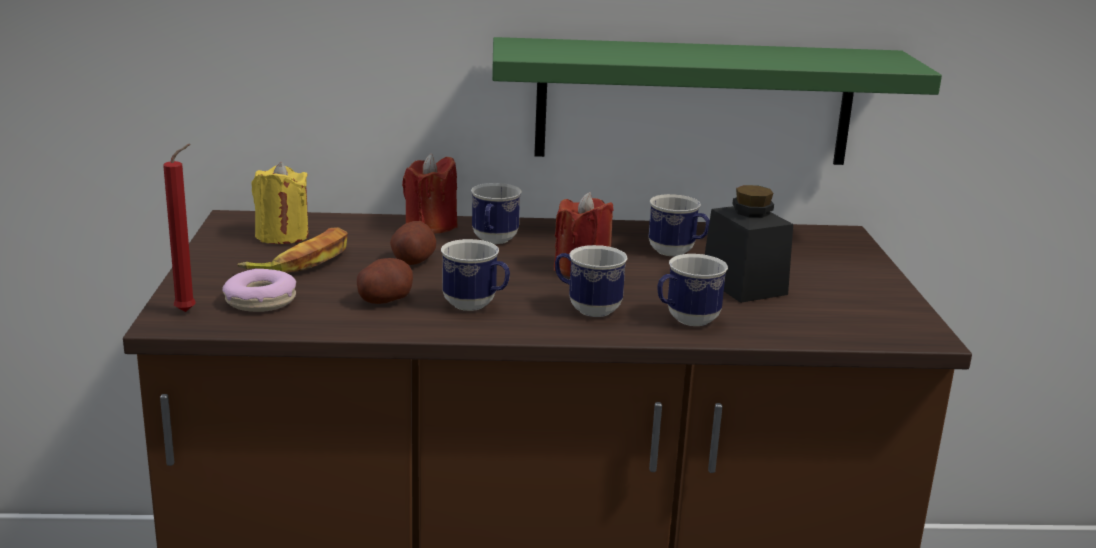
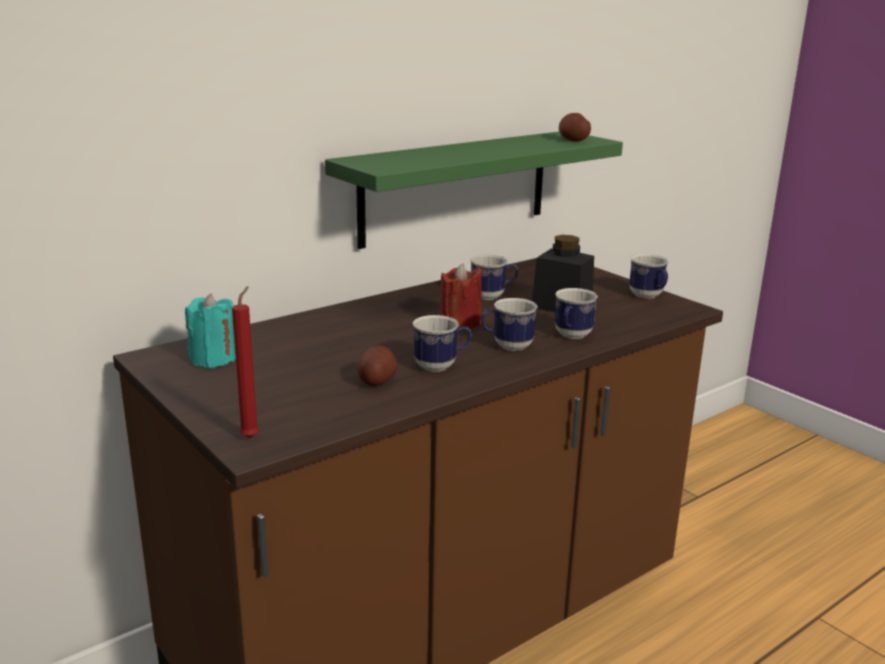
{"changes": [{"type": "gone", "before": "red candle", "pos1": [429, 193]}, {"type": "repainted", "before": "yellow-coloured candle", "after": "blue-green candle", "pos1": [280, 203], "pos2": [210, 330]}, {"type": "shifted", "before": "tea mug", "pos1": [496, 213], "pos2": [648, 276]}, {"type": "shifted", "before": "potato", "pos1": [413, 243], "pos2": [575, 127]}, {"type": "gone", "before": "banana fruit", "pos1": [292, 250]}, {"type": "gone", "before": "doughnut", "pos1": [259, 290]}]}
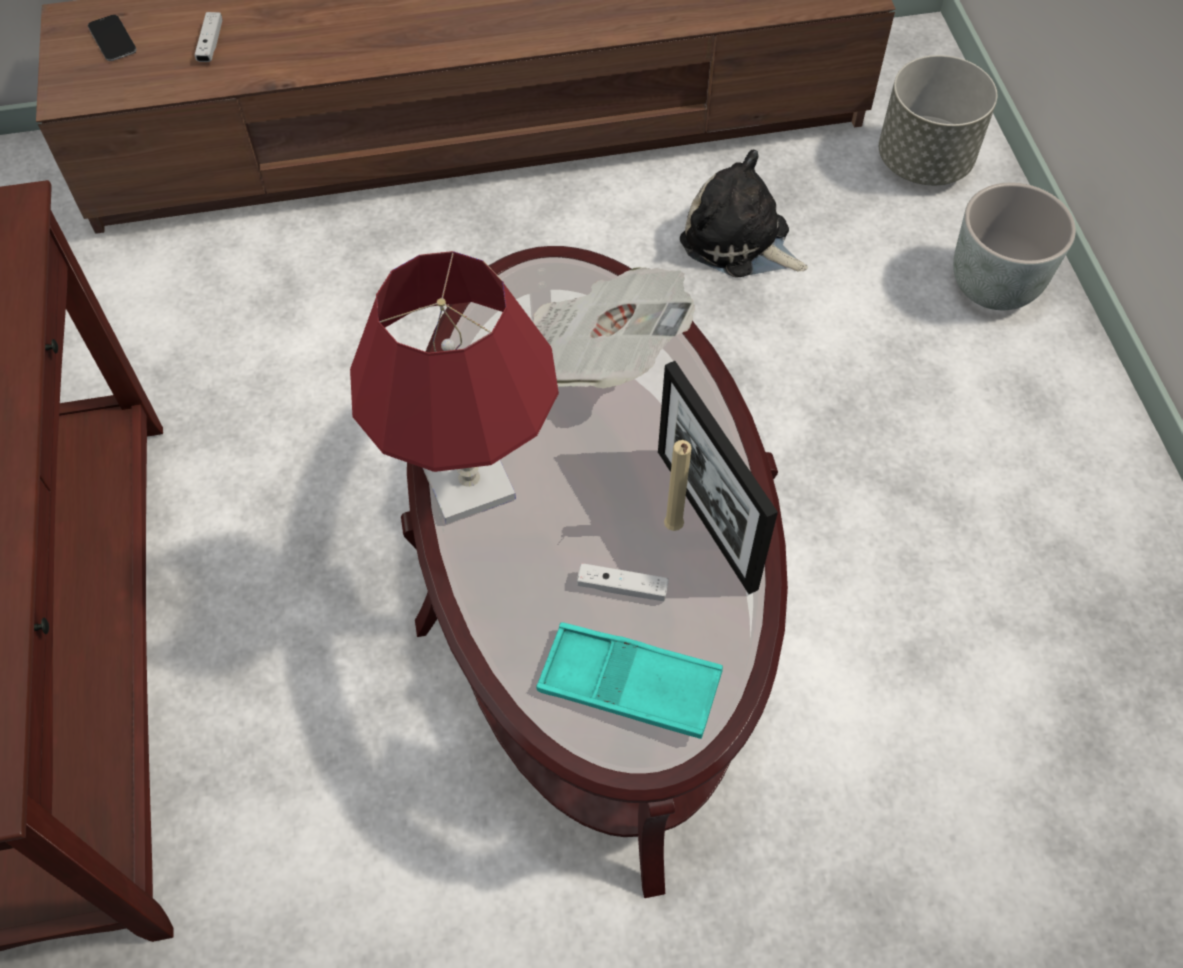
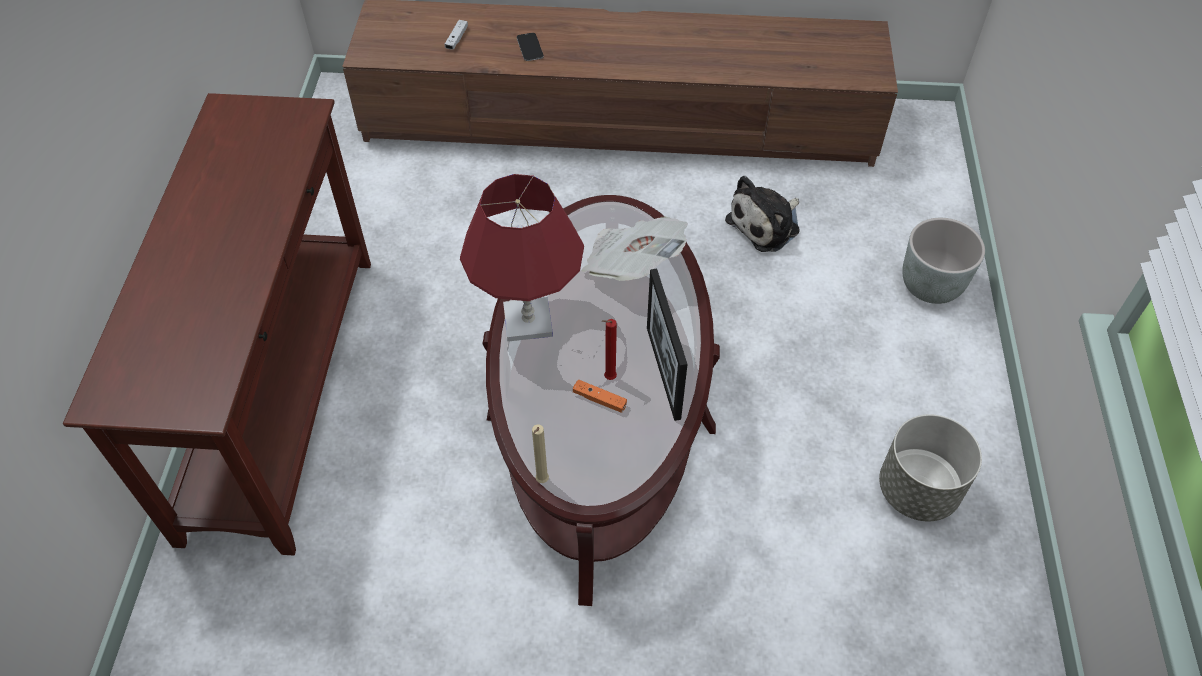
{"changes": [{"type": "shifted", "before": "phone", "pos1": [112, 38], "pos2": [530, 47]}, {"type": "shifted", "before": "greyish flower pot", "pos1": [938, 120], "pos2": [930, 467]}, {"type": "rotated", "before": "cuddly toy", "pos1": [744, 213], "pos2": [762, 214], "turn": -90}, {"type": "shifted", "before": "beige candle", "pos1": [678, 485], "pos2": [540, 453]}, {"type": "repainted", "before": "whitish gamepad", "after": "orange-coloured gamepad", "pos1": [623, 582], "pos2": [600, 396]}, {"type": "gone", "before": "blue-green tray", "pos1": [629, 680]}, {"type": "new", "after": "red candle", "pos2": [609, 349]}]}
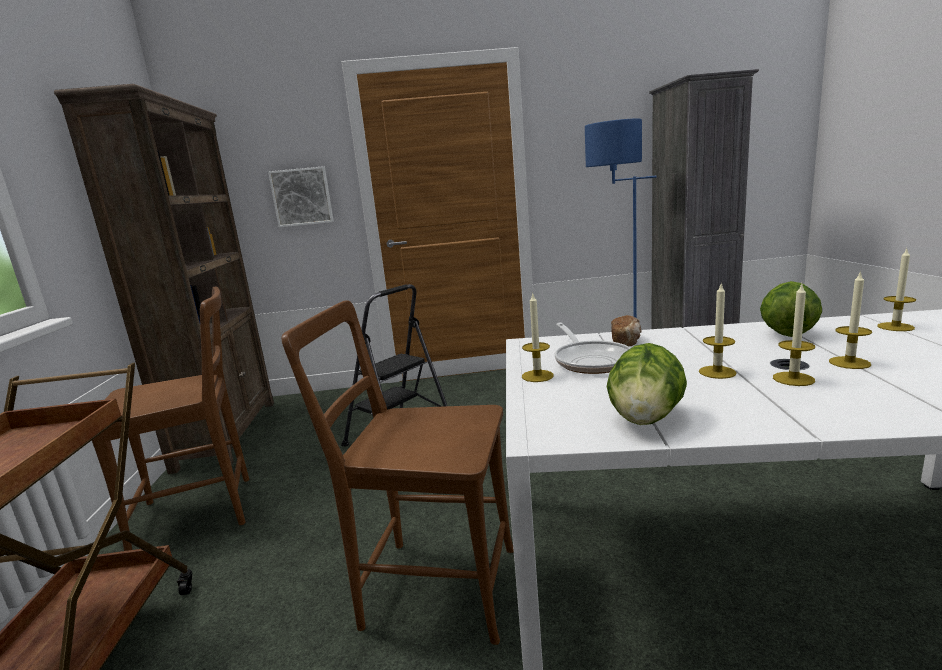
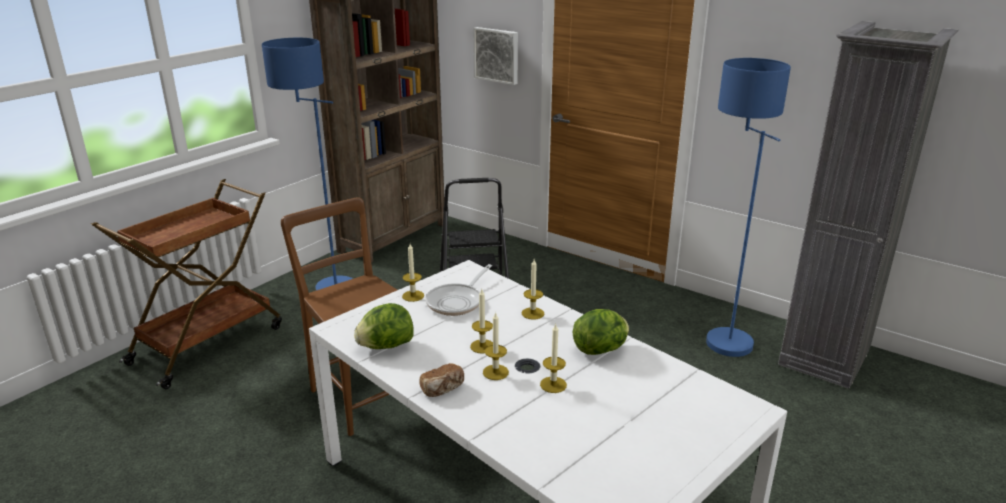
{"changes": [{"type": "shifted", "before": "candle", "pos1": [896, 290], "pos2": [533, 289]}, {"type": "swapped", "before": "brown plain chair", "after": "blue-coloured standard lamp", "pos1": [170, 419], "pos2": [307, 164]}, {"type": "shifted", "before": "bread", "pos1": [626, 330], "pos2": [442, 380]}]}
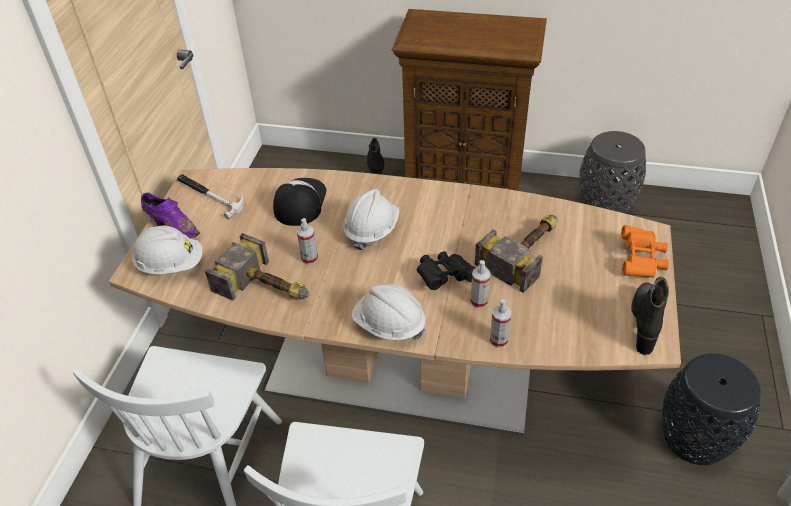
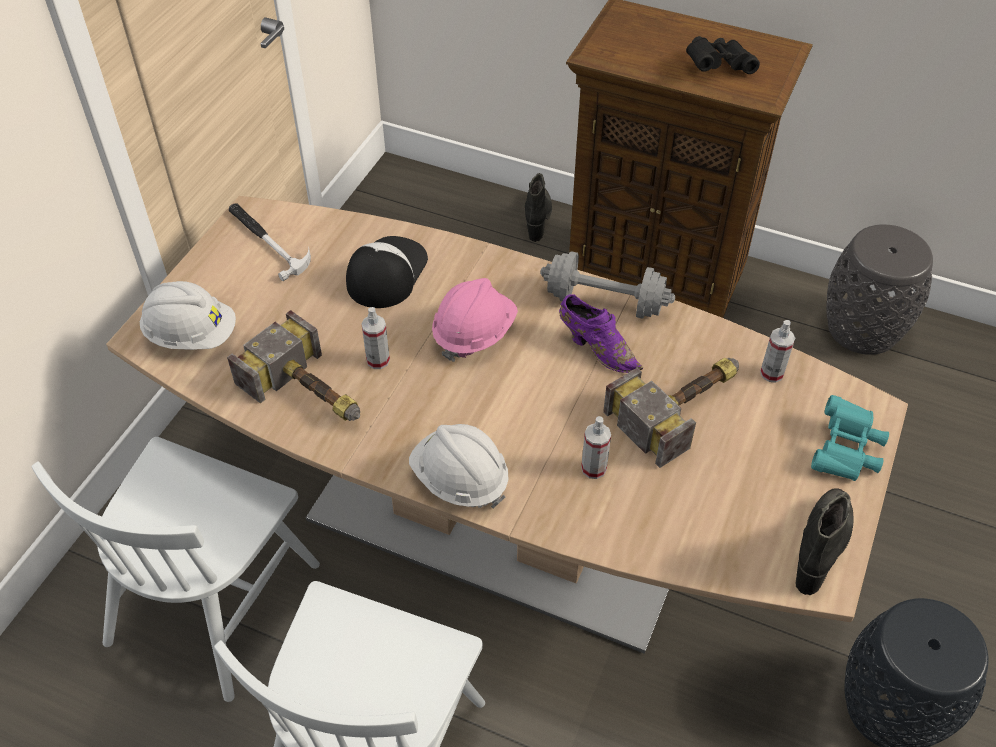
{"changes": [{"type": "repainted", "before": "whitish hard hat", "after": "pink hard hat", "pos1": [371, 219], "pos2": [475, 320]}, {"type": "shifted", "before": "purple low shoe", "pos1": [170, 215], "pos2": [601, 333]}, {"type": "repainted", "before": "orange-coloured pair of binoculars", "after": "blue-green pair of binoculars", "pos1": [645, 251], "pos2": [850, 438]}, {"type": "shifted", "before": "black-coloured pair of binoculars", "pos1": [446, 270], "pos2": [723, 55]}, {"type": "shifted", "before": "spray bottle", "pos1": [501, 323], "pos2": [777, 351]}, {"type": "new", "after": "greyish free weight", "pos2": [607, 285]}]}
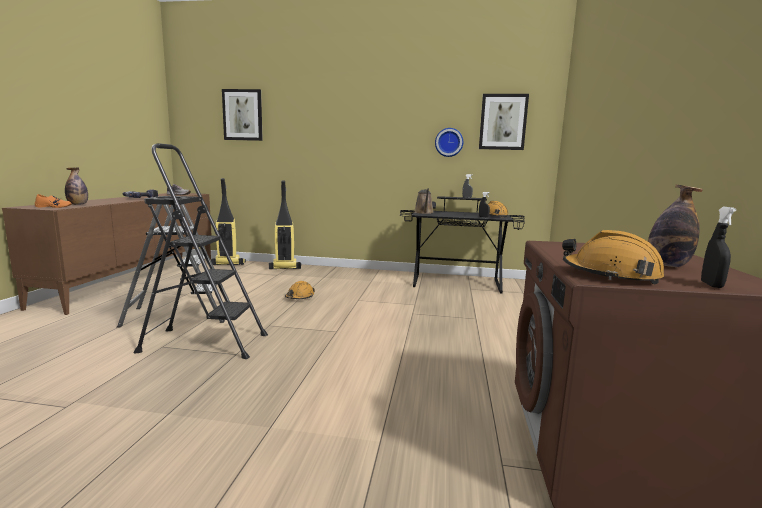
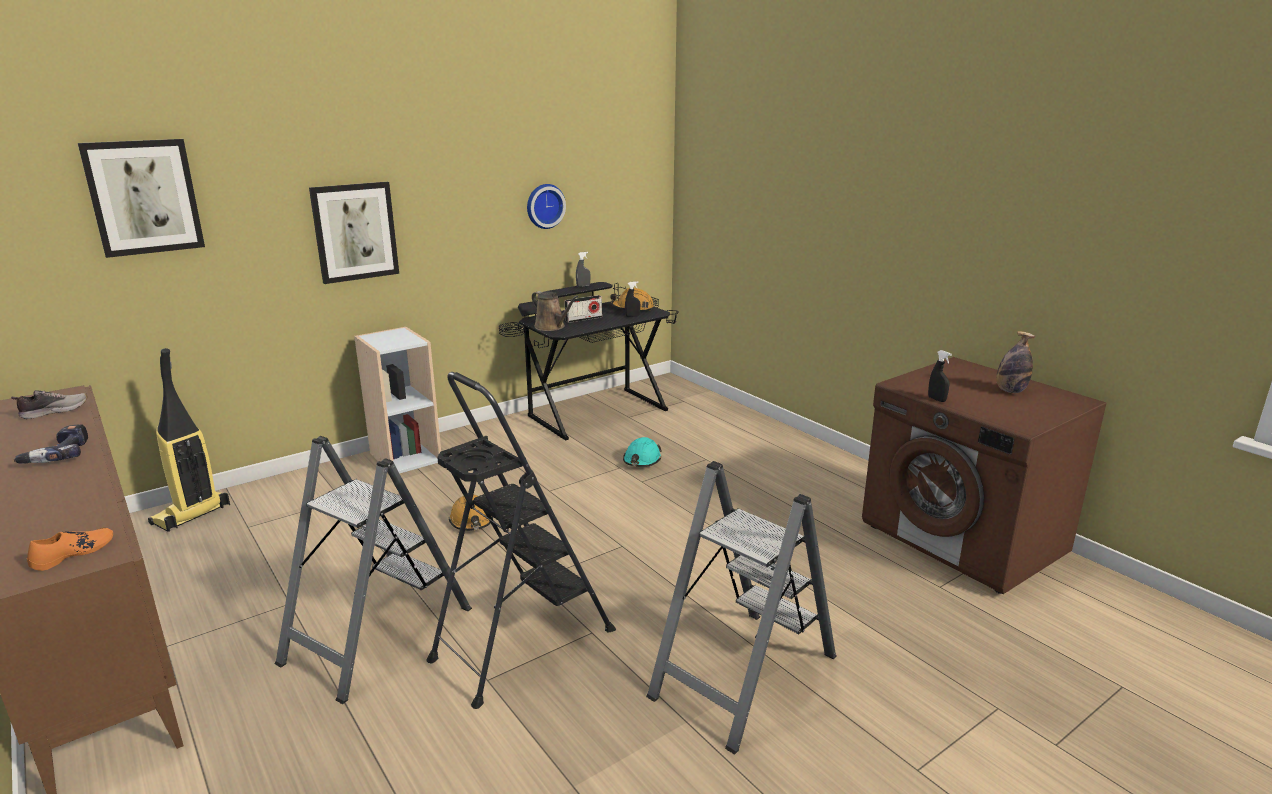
{"changes": [{"type": "shifted", "before": "picture", "pos1": [504, 122], "pos2": [354, 233]}, {"type": "gone", "before": "drink bottle", "pos1": [76, 186]}, {"type": "gone", "before": "hoover", "pos1": [285, 225]}, {"type": "shifted", "before": "black-coloured spray bottle", "pos1": [718, 247], "pos2": [940, 376]}, {"type": "gone", "before": "orange-coloured hard hat", "pos1": [613, 257]}, {"type": "new", "after": "radio set", "pos2": [583, 309]}, {"type": "new", "after": "shelving unit", "pos2": [397, 400]}, {"type": "new", "after": "blue-green hard hat", "pos2": [642, 452]}, {"type": "new", "after": "greyish step ladder", "pos2": [741, 607]}]}
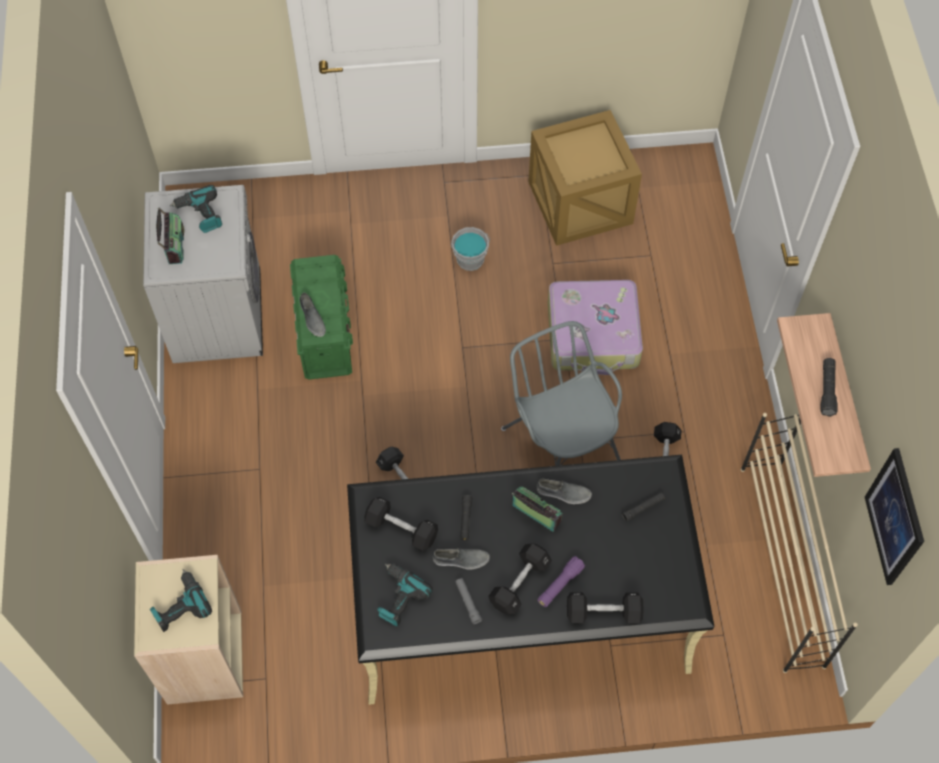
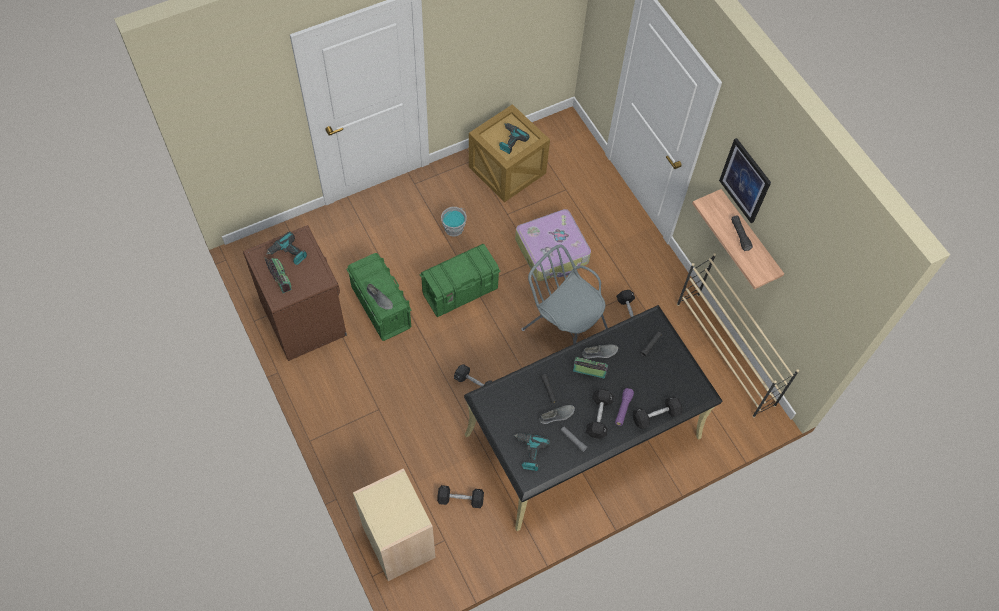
{"changes": [{"type": "repainted", "before": "whitish laundry machine", "after": "brown laundry machine", "pos1": [203, 274], "pos2": [295, 293]}, {"type": "shifted", "before": "picture", "pos1": [894, 516], "pos2": [745, 180]}, {"type": "shifted", "before": "black-coloured free weight", "pos1": [401, 524], "pos2": [460, 496]}, {"type": "shifted", "before": "drill", "pos1": [181, 600], "pos2": [514, 138]}, {"type": "new", "after": "greenish storage container", "pos2": [460, 280]}]}
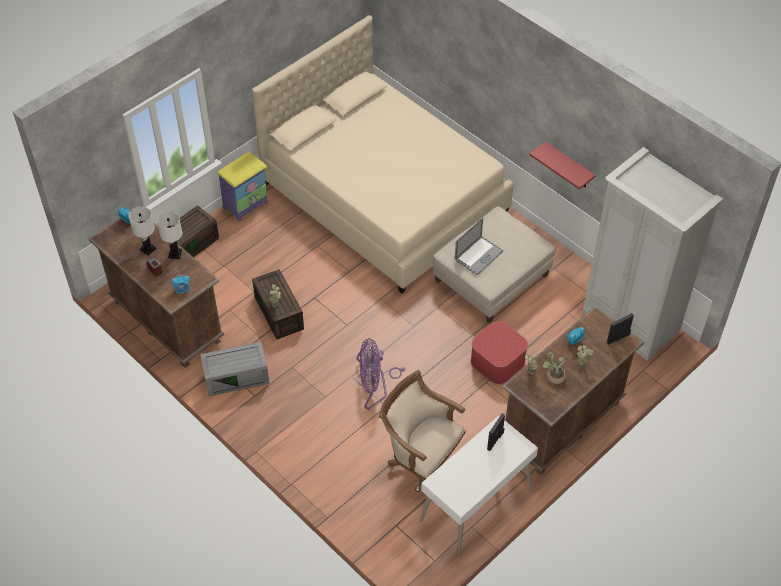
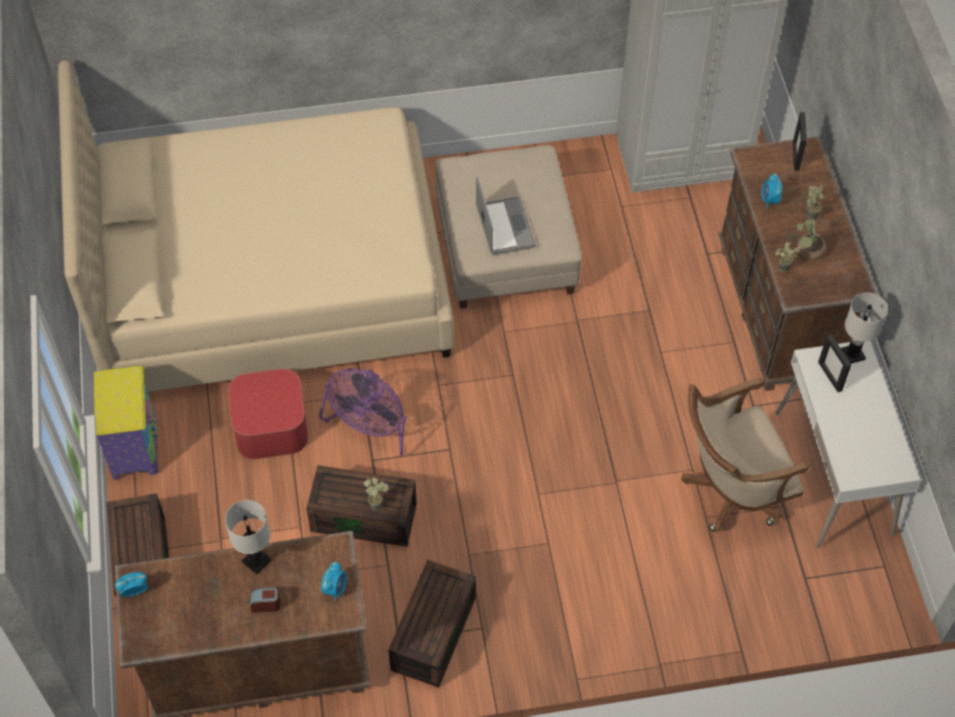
{"changes": [{"type": "gone", "before": "red shelf", "pos1": [562, 165]}, {"type": "shifted", "before": "whitish table lamp", "pos1": [142, 231], "pos2": [864, 328]}, {"type": "shifted", "before": "footrest", "pos1": [499, 352], "pos2": [268, 414]}, {"type": "shifted", "before": "purple electric fan", "pos1": [381, 374], "pos2": [363, 411]}, {"type": "repainted", "before": "greyish storage container", "after": "brown storage container", "pos1": [234, 369], "pos2": [432, 624]}]}
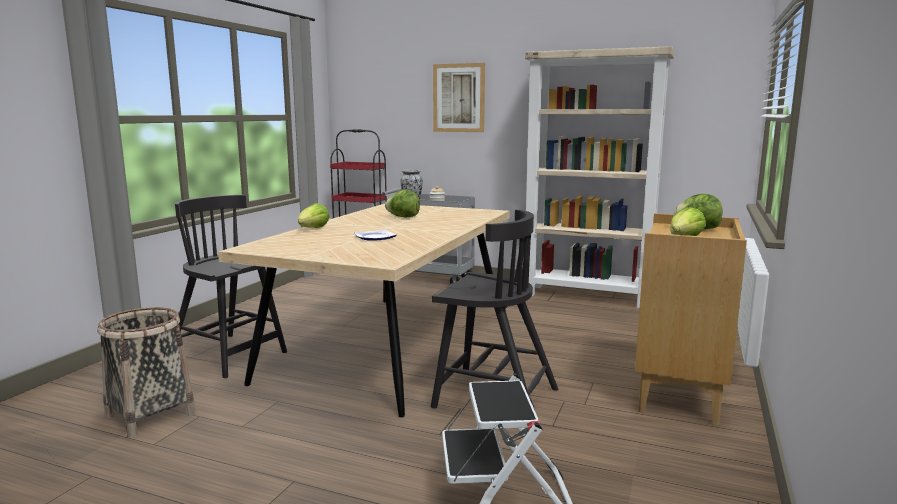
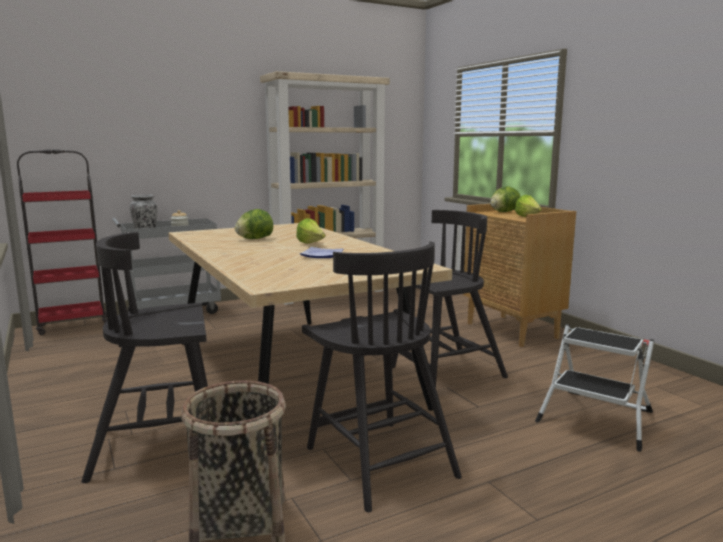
{"changes": [{"type": "gone", "before": "picture", "pos1": [459, 97]}, {"type": "shifted", "before": "lettuce", "pos1": [314, 215], "pos2": [310, 230]}, {"type": "new", "after": "black-coloured plain chair", "pos2": [382, 376]}]}
